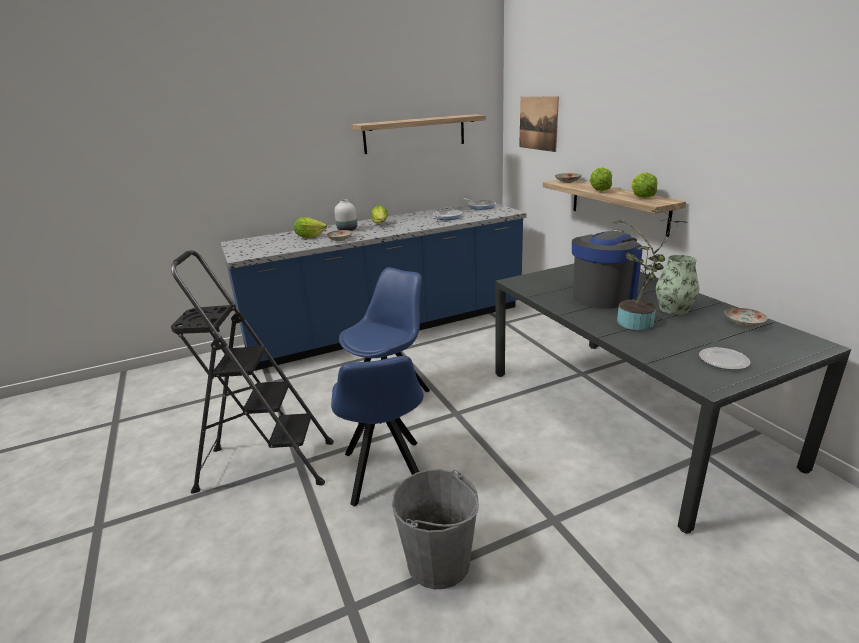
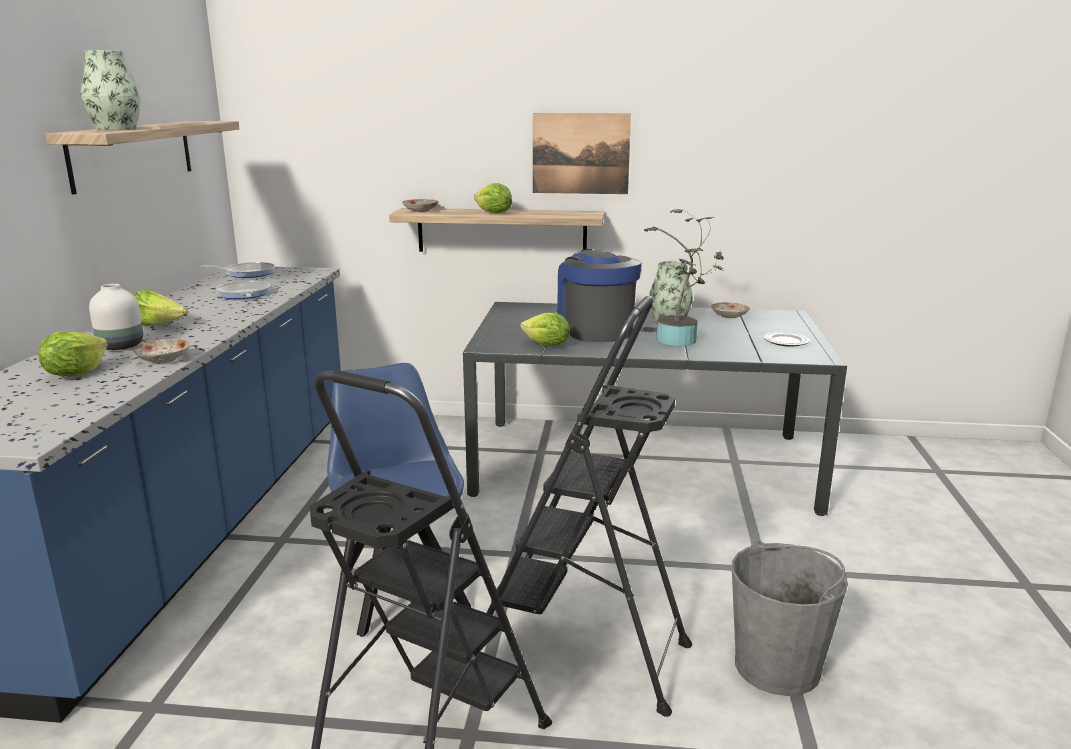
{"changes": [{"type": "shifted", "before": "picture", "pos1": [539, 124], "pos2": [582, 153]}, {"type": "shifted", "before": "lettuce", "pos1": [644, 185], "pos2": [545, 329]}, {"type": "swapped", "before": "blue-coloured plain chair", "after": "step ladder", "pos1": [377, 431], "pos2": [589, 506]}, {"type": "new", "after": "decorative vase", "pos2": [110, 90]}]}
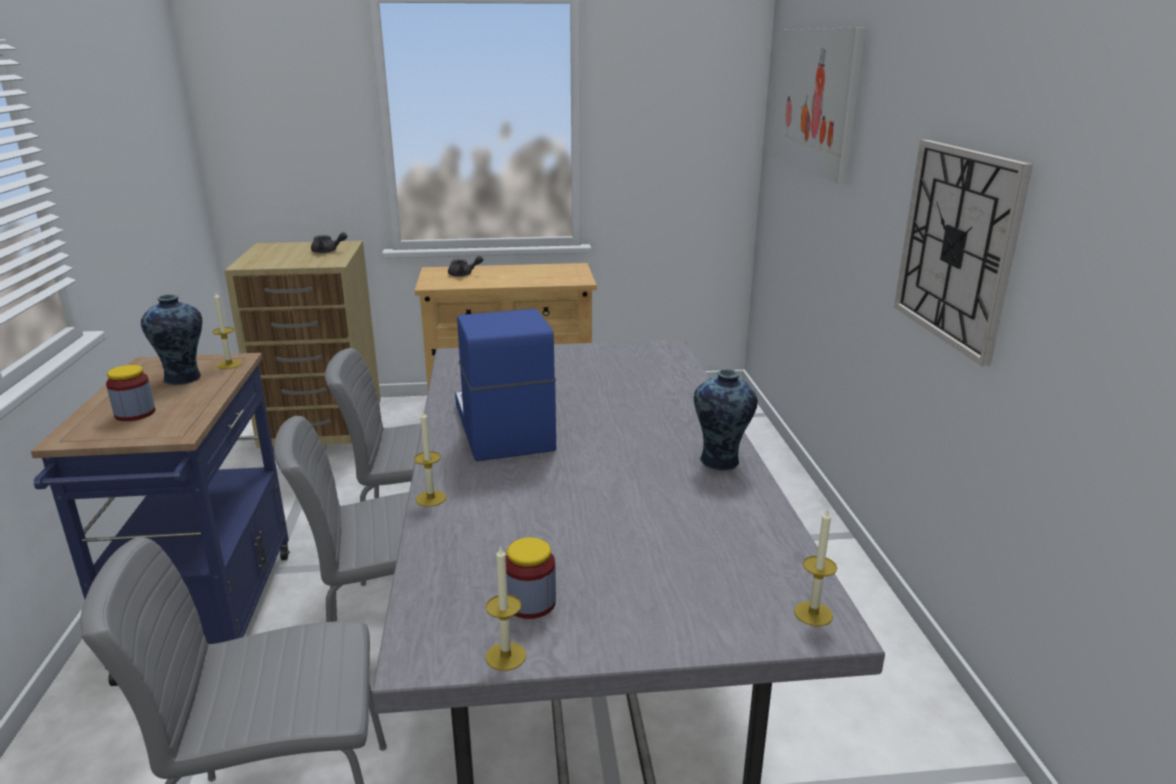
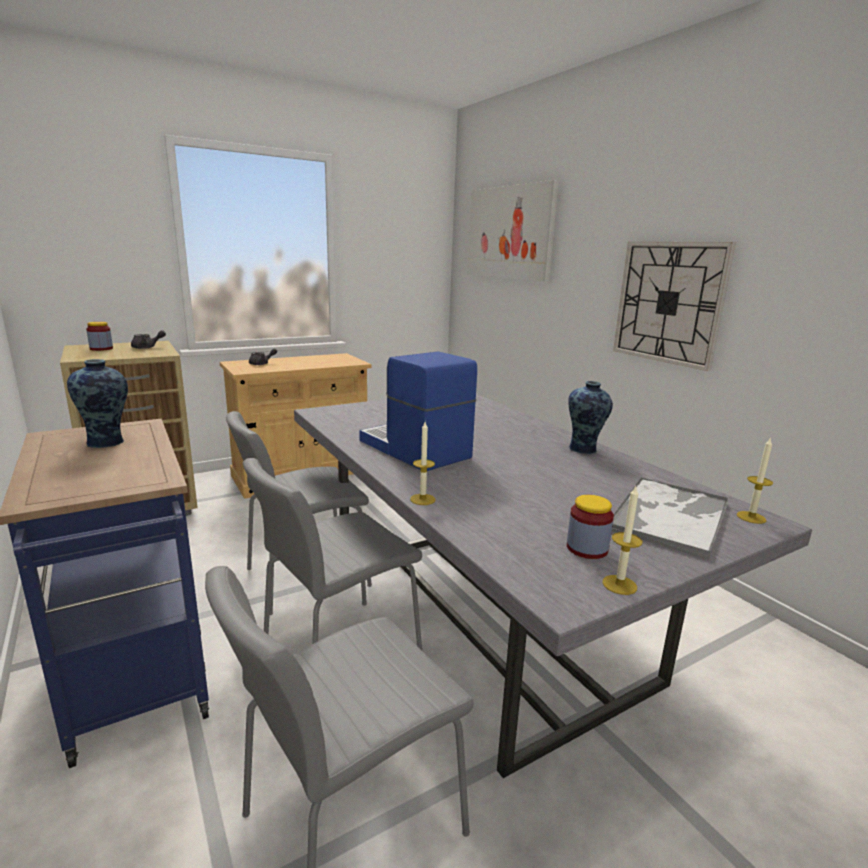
{"changes": [{"type": "gone", "before": "candle", "pos1": [227, 330]}, {"type": "shifted", "before": "preserve jar", "pos1": [130, 393], "pos2": [99, 336]}, {"type": "new", "after": "tray", "pos2": [670, 518]}]}
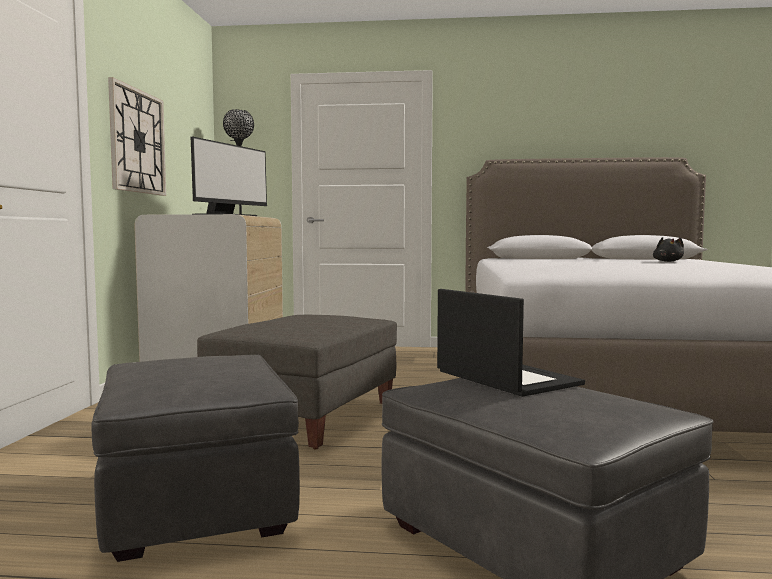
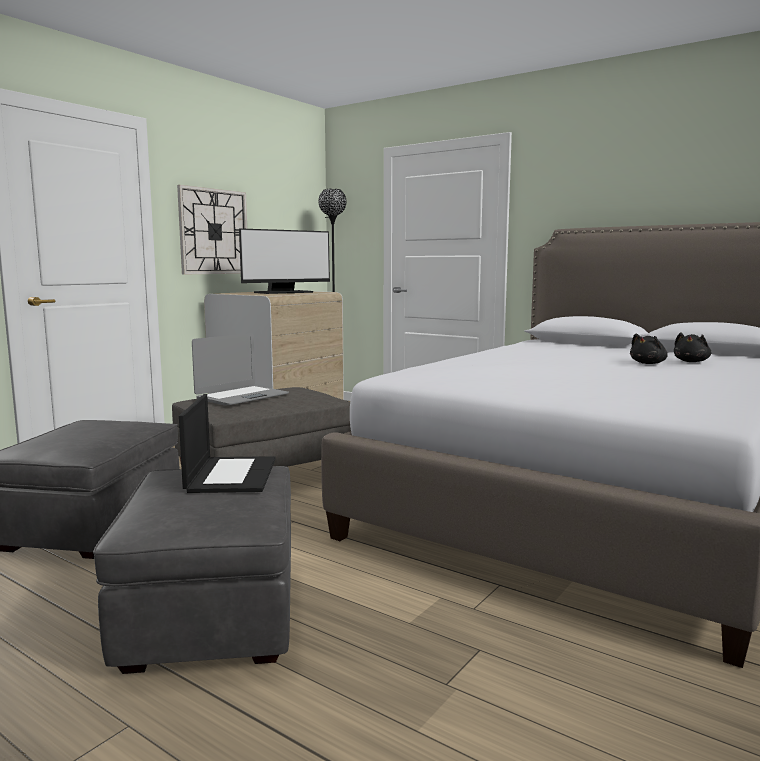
{"changes": [{"type": "new", "after": "notebook computer", "pos2": [240, 369]}, {"type": "new", "after": "black-coloured cuddly toy", "pos2": [649, 349]}]}
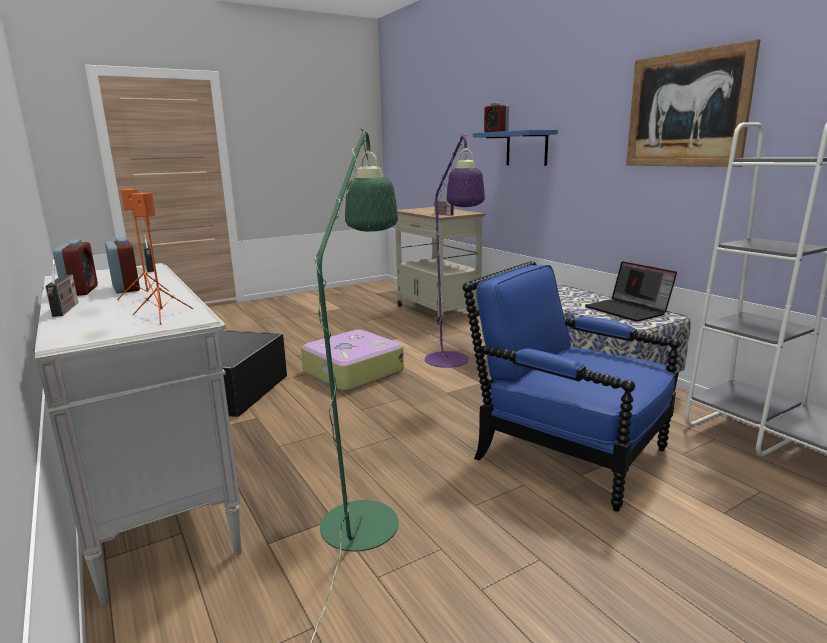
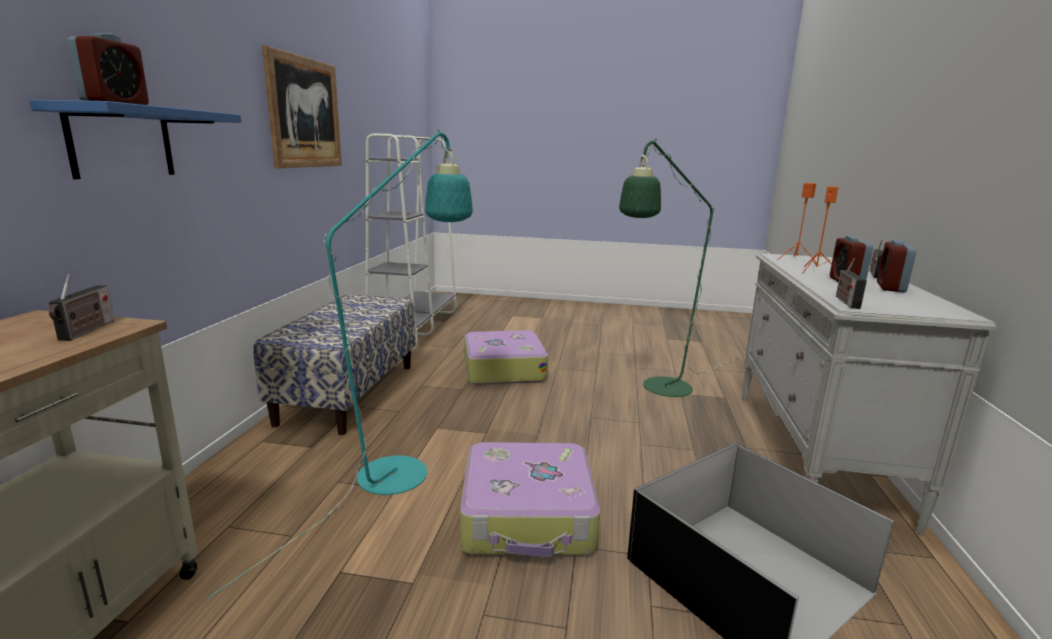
{"changes": [{"type": "repainted", "before": "purple standard lamp", "after": "blue-green standard lamp", "pos1": [453, 250], "pos2": [340, 364]}, {"type": "swapped", "before": "blue-coloured lounge chair", "after": "suitcase", "pos1": [571, 386], "pos2": [506, 357]}, {"type": "gone", "before": "notebook computer", "pos1": [631, 291]}]}
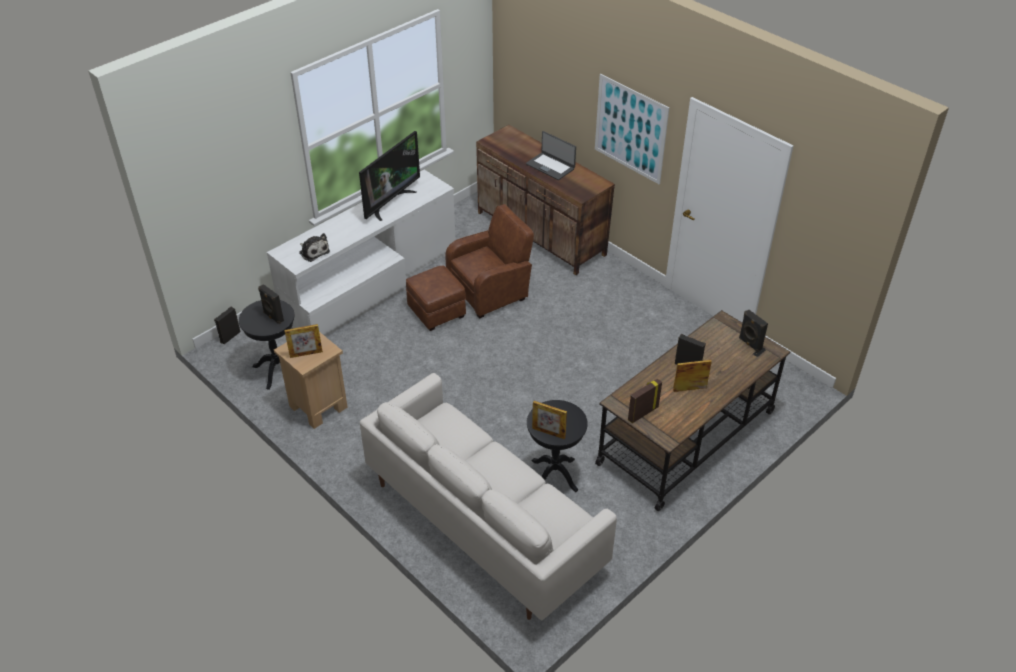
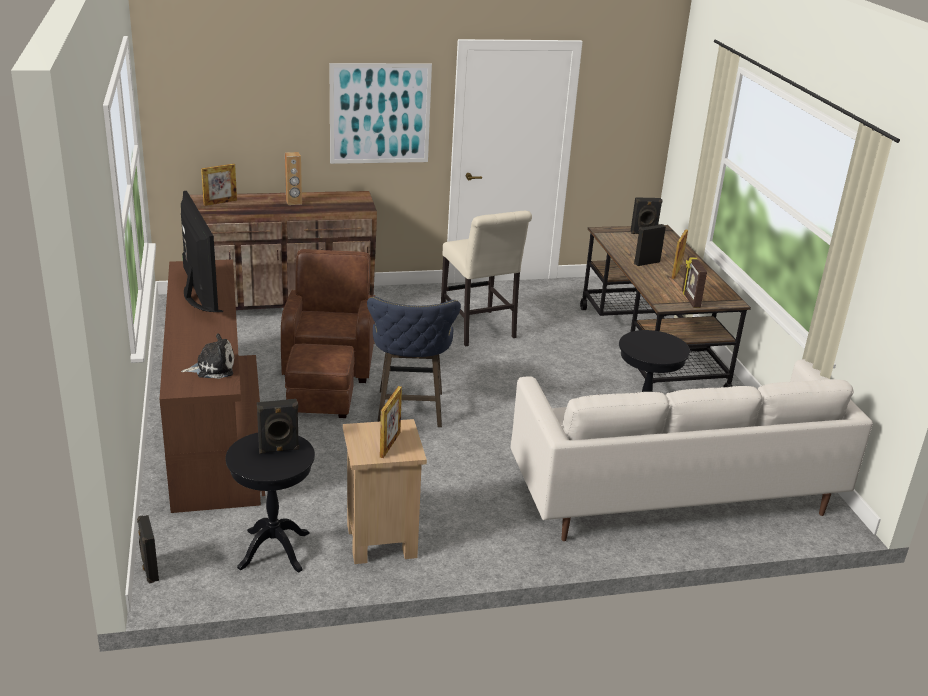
{"changes": [{"type": "swapped", "before": "notebook computer", "after": "brown audio speaker", "pos1": [551, 155], "pos2": [293, 178]}, {"type": "repainted", "before": "whitish tv unit", "after": "brown tv unit", "pos1": [361, 253], "pos2": [212, 386]}, {"type": "shifted", "before": "picture frame", "pos1": [549, 420], "pos2": [219, 185]}, {"type": "new", "after": "beige sitting stool", "pos2": [486, 278]}, {"type": "new", "after": "blue-coloured sitting stool", "pos2": [414, 361]}]}
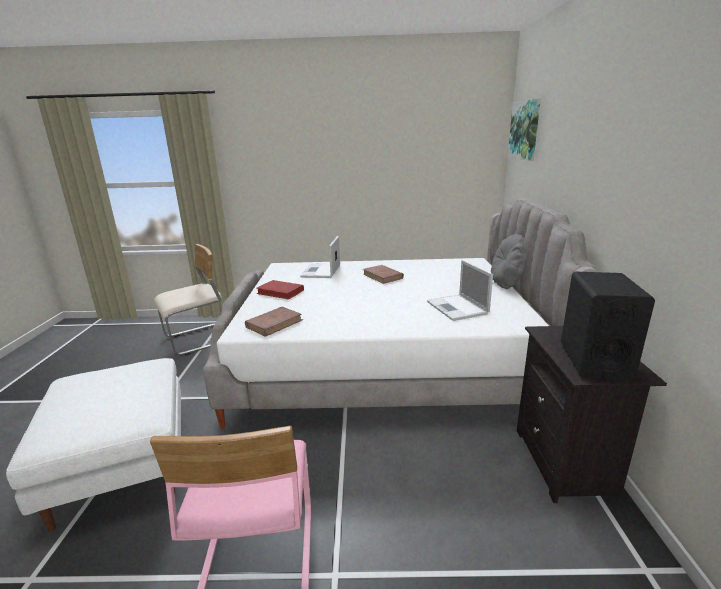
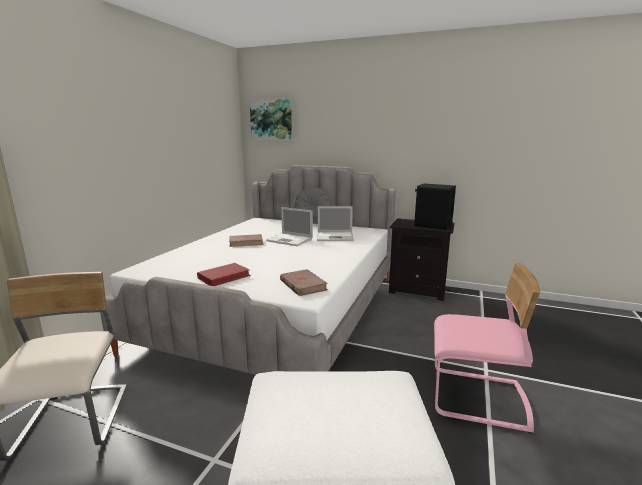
{"changes": [{"type": "shifted", "before": "notebook computer", "pos1": [320, 257], "pos2": [289, 226]}]}
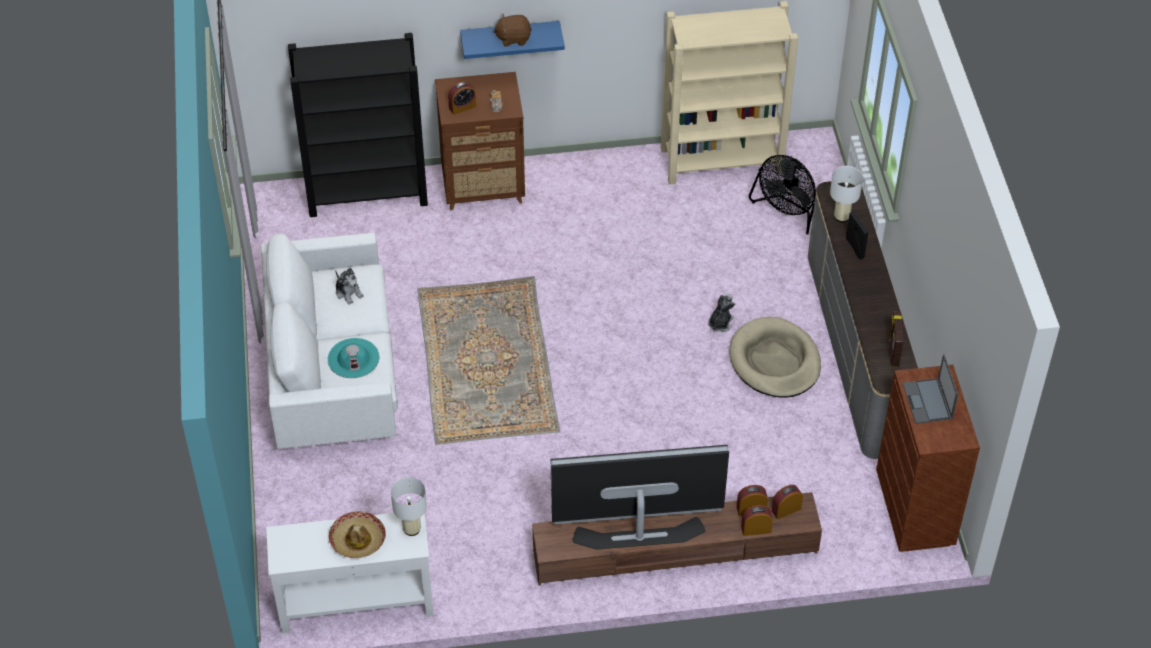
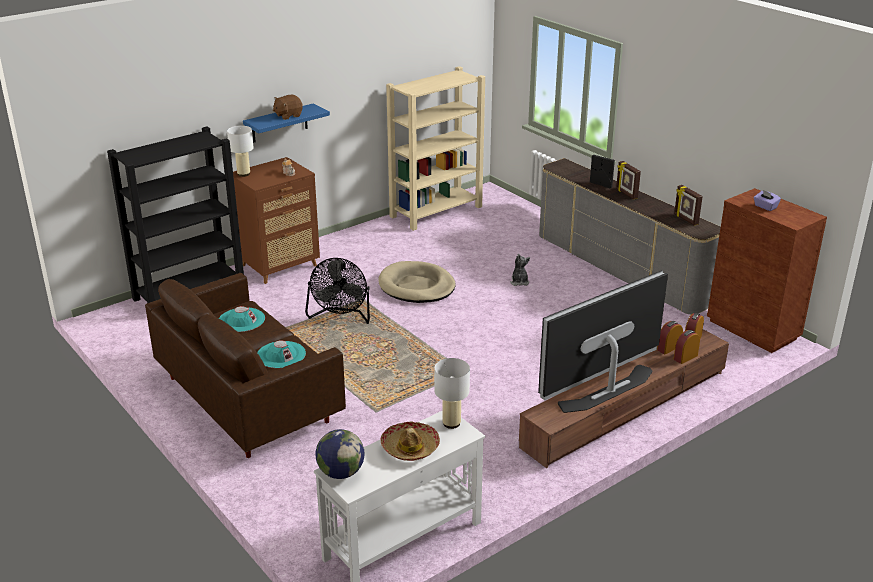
{"changes": [{"type": "gone", "before": "table clock", "pos1": [462, 98]}, {"type": "shifted", "before": "black-coloured electric fan", "pos1": [782, 194], "pos2": [337, 291]}, {"type": "shifted", "before": "whitish table lamp", "pos1": [846, 194], "pos2": [240, 151]}, {"type": "repainted", "before": "whitish sofa", "after": "brown sofa", "pos1": [329, 341], "pos2": [245, 365]}, {"type": "swapped", "before": "cuddly toy", "after": "blue-green wearable hat", "pos1": [350, 286], "pos2": [242, 319]}, {"type": "shifted", "before": "beige dog cushion", "pos1": [775, 357], "pos2": [416, 282]}, {"type": "swapped", "before": "notebook computer", "after": "purple box of tissues", "pos1": [930, 389], "pos2": [767, 200]}, {"type": "new", "after": "picture frame", "pos2": [628, 180]}, {"type": "new", "after": "world globe", "pos2": [340, 454]}]}
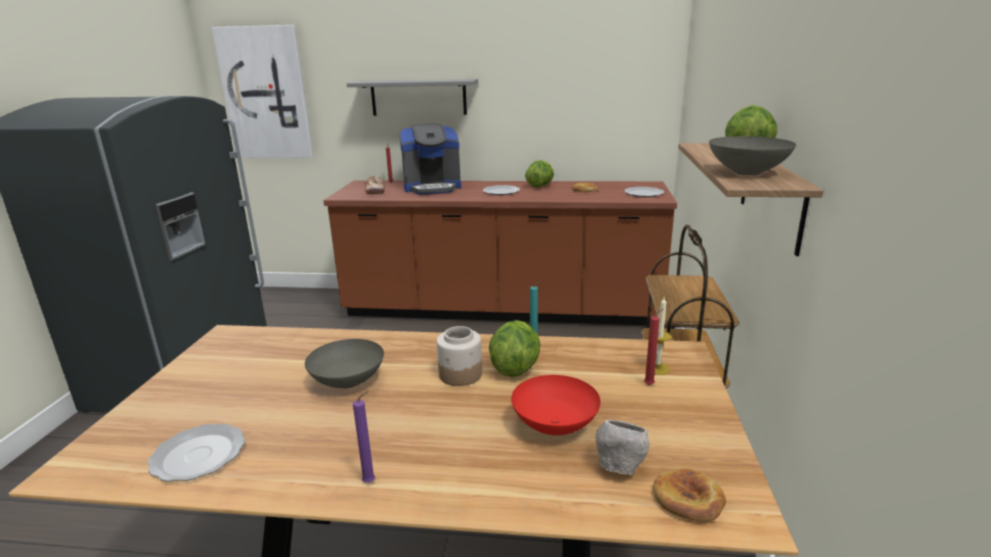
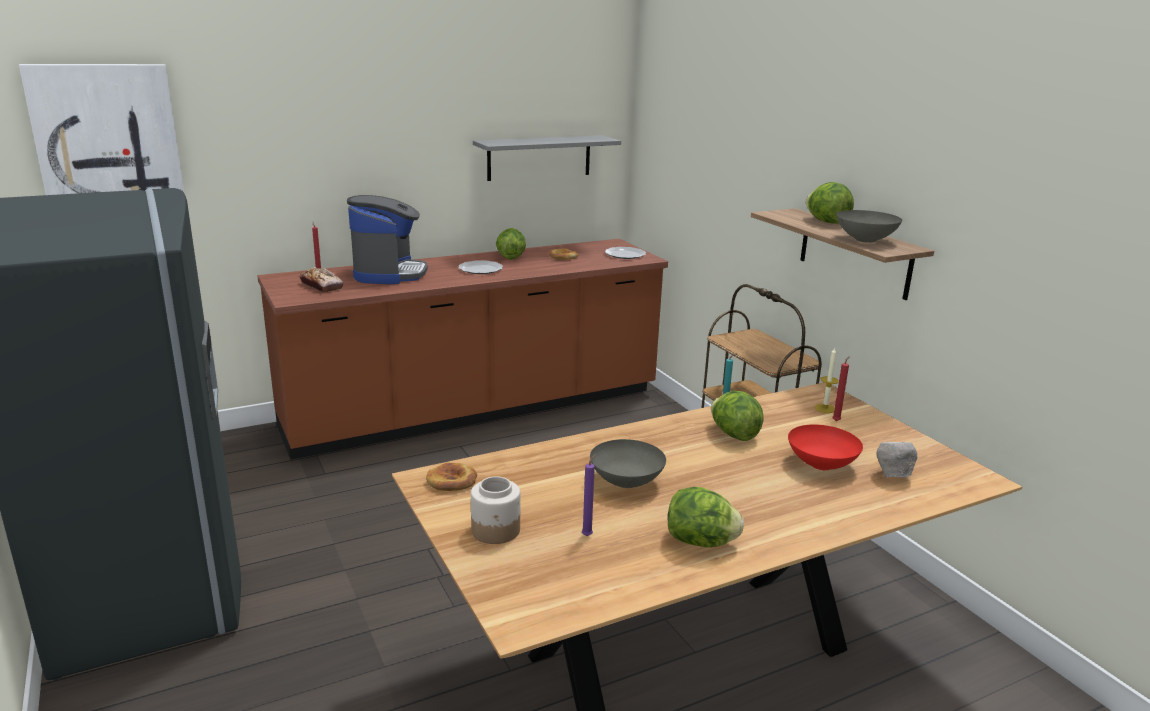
{"changes": [{"type": "shifted", "before": "greyish shelf", "pos1": [412, 97], "pos2": [547, 158]}, {"type": "rotated", "before": "coffee brewer", "pos1": [430, 159], "pos2": [387, 239], "turn": -45}, {"type": "shifted", "before": "preserve jar", "pos1": [459, 356], "pos2": [495, 510]}, {"type": "shifted", "before": "purple candle", "pos1": [364, 437], "pos2": [589, 495]}, {"type": "gone", "before": "flat dish", "pos1": [196, 452]}, {"type": "shifted", "before": "bread", "pos1": [689, 494], "pos2": [451, 477]}, {"type": "new", "after": "lettuce", "pos2": [706, 517]}]}
